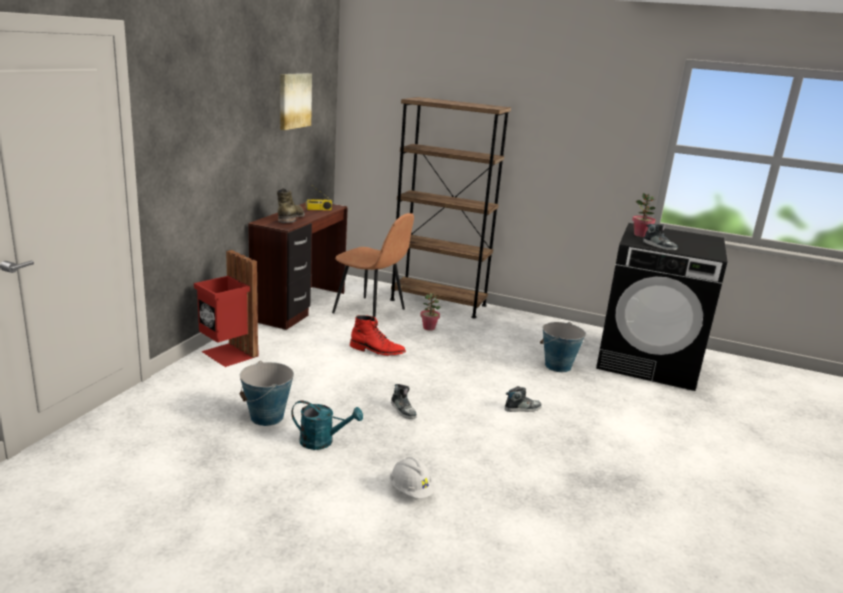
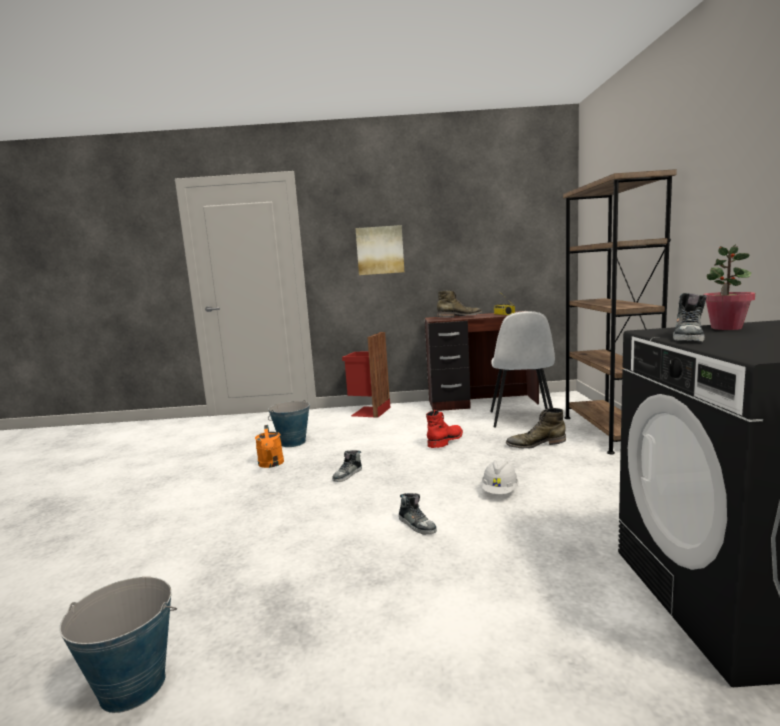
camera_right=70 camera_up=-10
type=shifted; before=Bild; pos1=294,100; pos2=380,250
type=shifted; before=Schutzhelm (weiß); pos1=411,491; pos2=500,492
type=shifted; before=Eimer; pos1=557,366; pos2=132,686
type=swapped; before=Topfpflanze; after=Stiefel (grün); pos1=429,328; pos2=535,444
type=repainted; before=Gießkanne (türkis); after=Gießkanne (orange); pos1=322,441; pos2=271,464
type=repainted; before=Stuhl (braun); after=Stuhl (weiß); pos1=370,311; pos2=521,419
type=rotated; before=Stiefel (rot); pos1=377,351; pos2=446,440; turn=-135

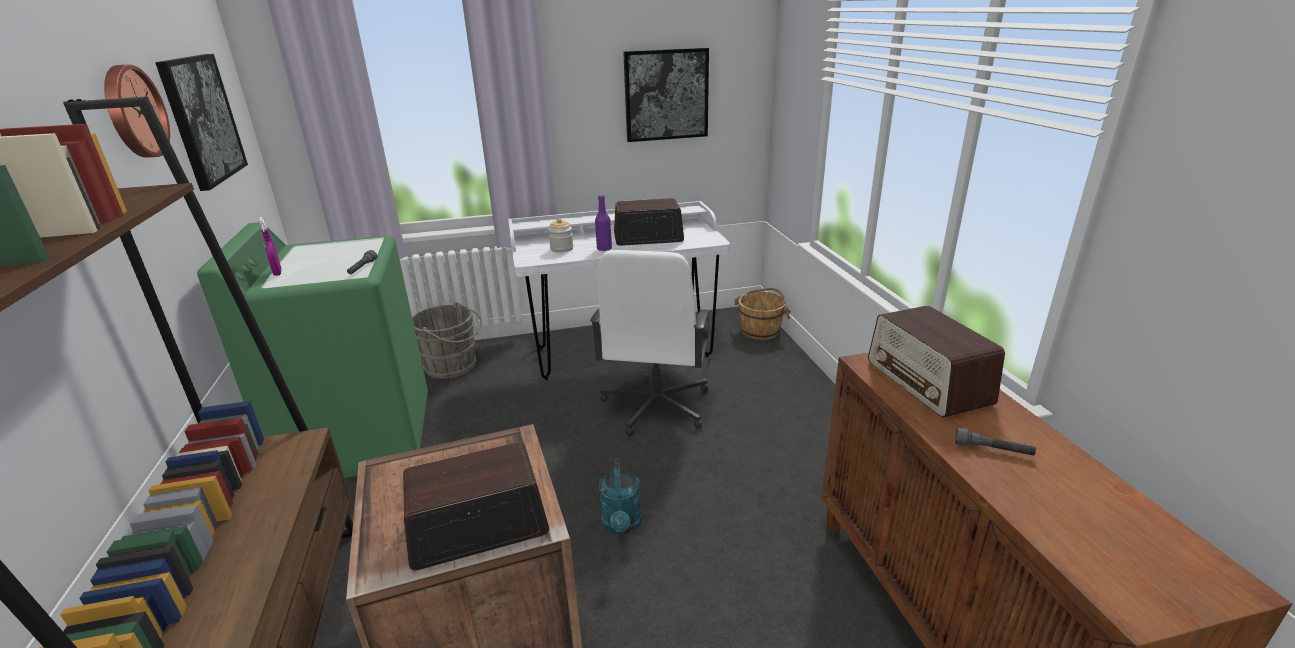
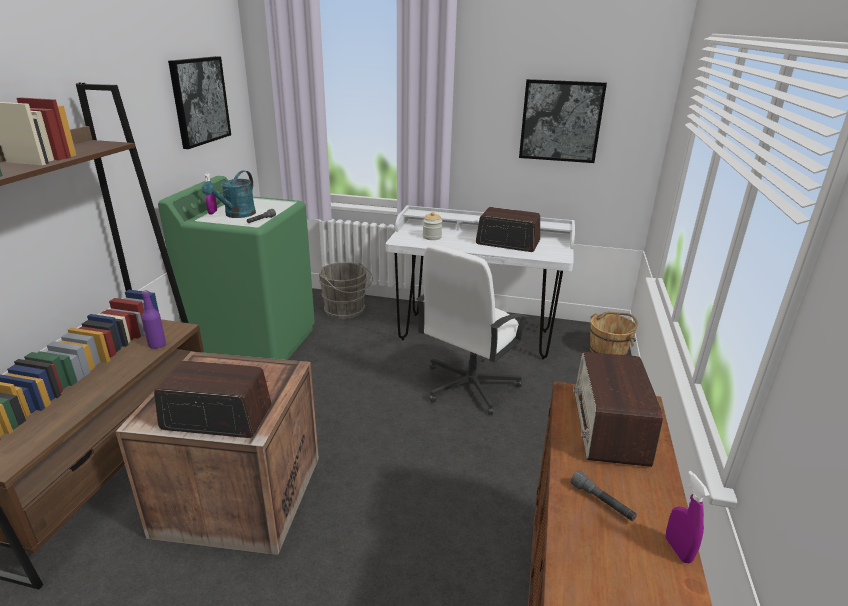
camera_right=25 camera_up=0
type=gone; before=Wanduhr; pos1=133,112
type=new; after=Sprühflasche (lila); pos2=678,550
type=shifted; before=Flasche (lila); pos1=604,249; pos2=157,345
type=shifted; before=Gießkanne (türkis); pos1=622,525; pos2=236,215

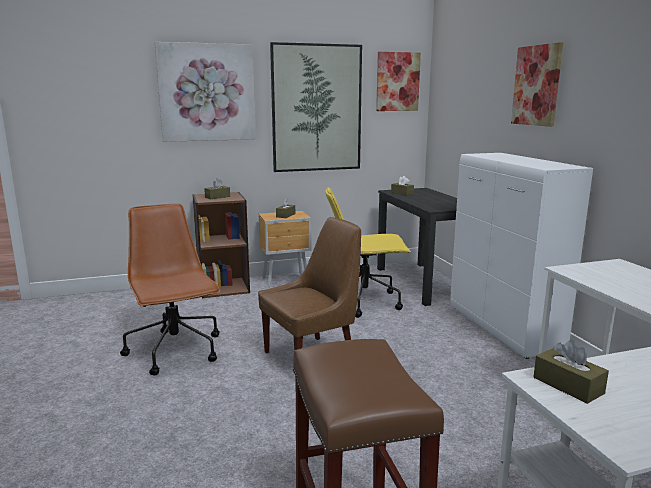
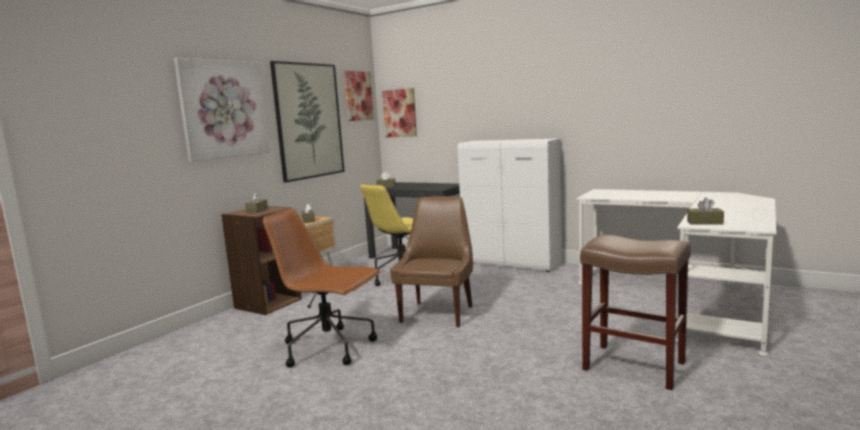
camera_right=-40 camera_up=-5
type=shifted; before=Bild; pos1=537,85; pos2=400,113

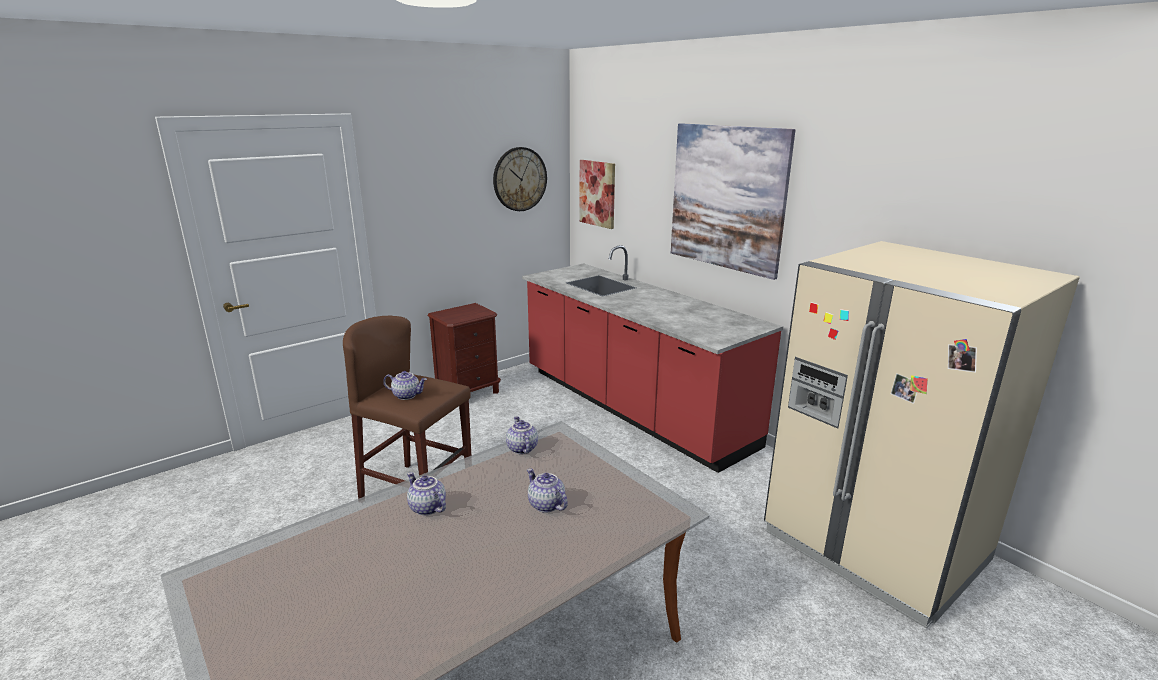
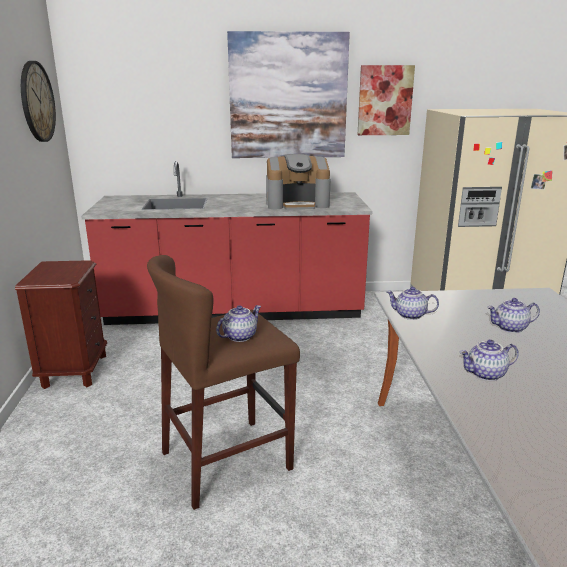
camera_right=-55 camera_up=0
type=new; after=Kaffeemaschine; pos2=297,204
type=shifted; before=Bild; pos1=597,193; pos2=385,100

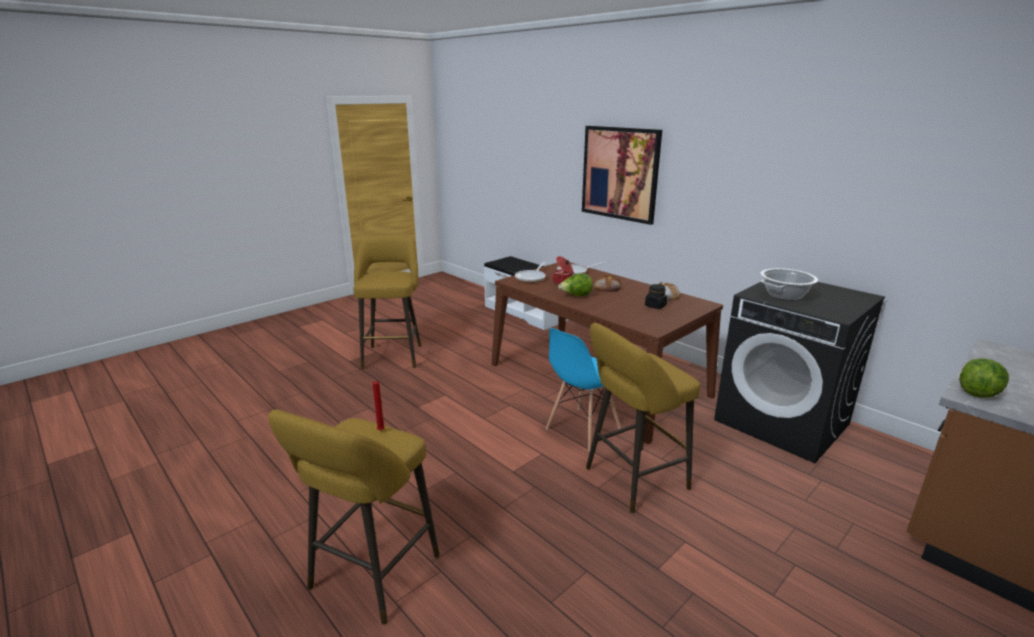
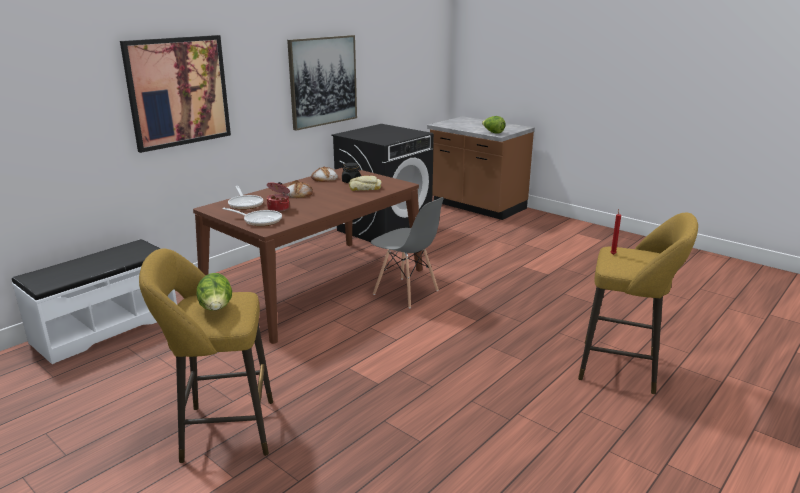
camera_right=-95 camera_up=0
type=gone; before=Hocker (gelb); pos1=631,480
type=gone; before=Kochtopf; pos1=784,295
type=new; after=Bild; pos2=323,81
type=new; after=Brot; pos2=365,188
type=shifted; before=Salatkopf; pos1=576,296; pos2=216,309
type=repainted; before=Stuhl (blau); after=Stuhl (grau); pos1=582,428; pos2=406,293

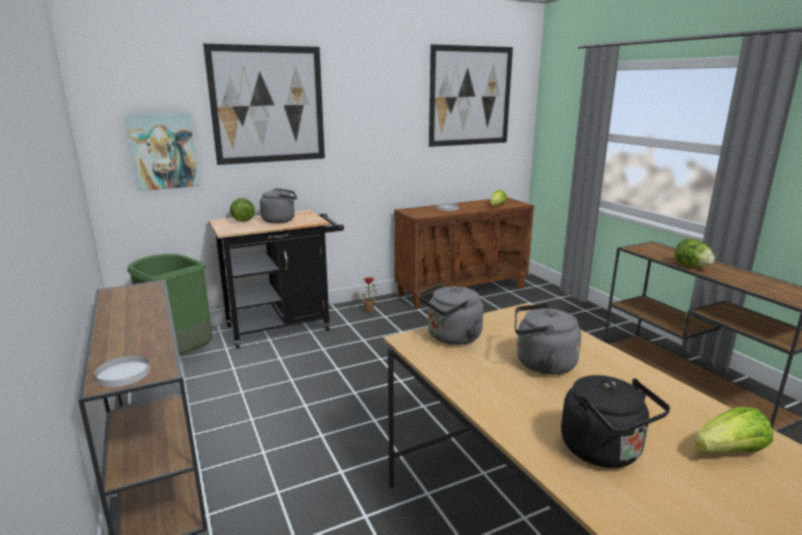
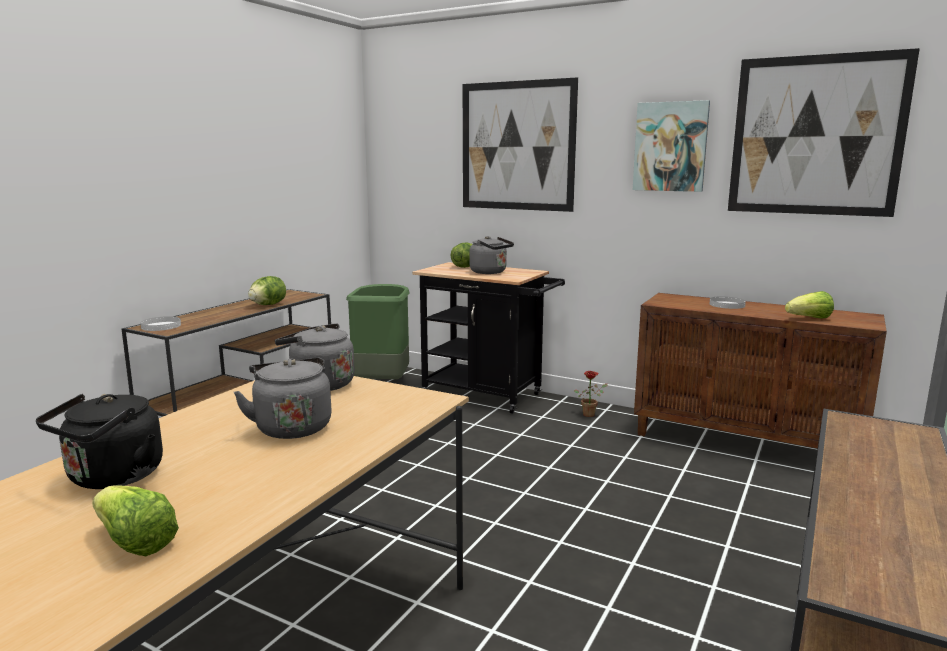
camera_right=55 camera_up=-5
type=shifted; before=Bild; pos1=163,151; pos2=670,147
type=shifted; before=Salatkopf; pos1=691,266; pos2=268,305

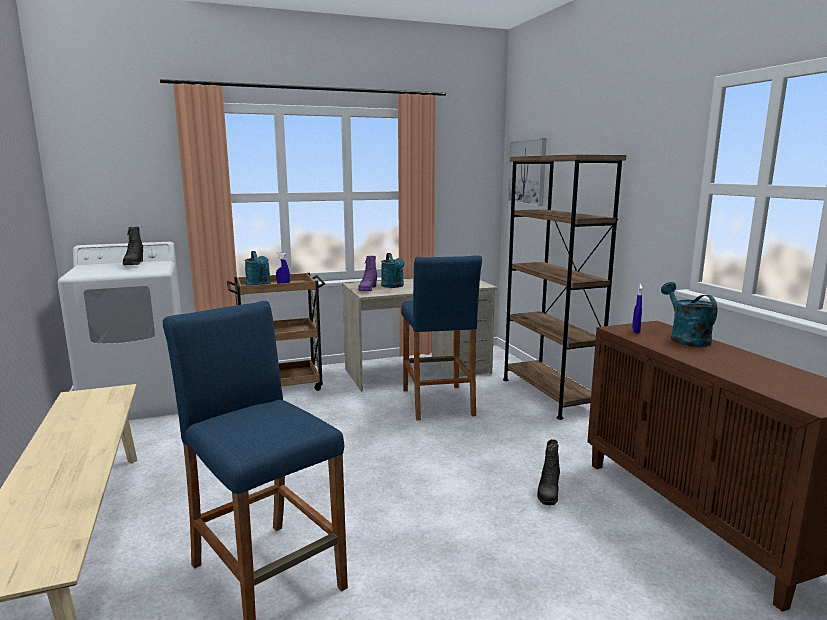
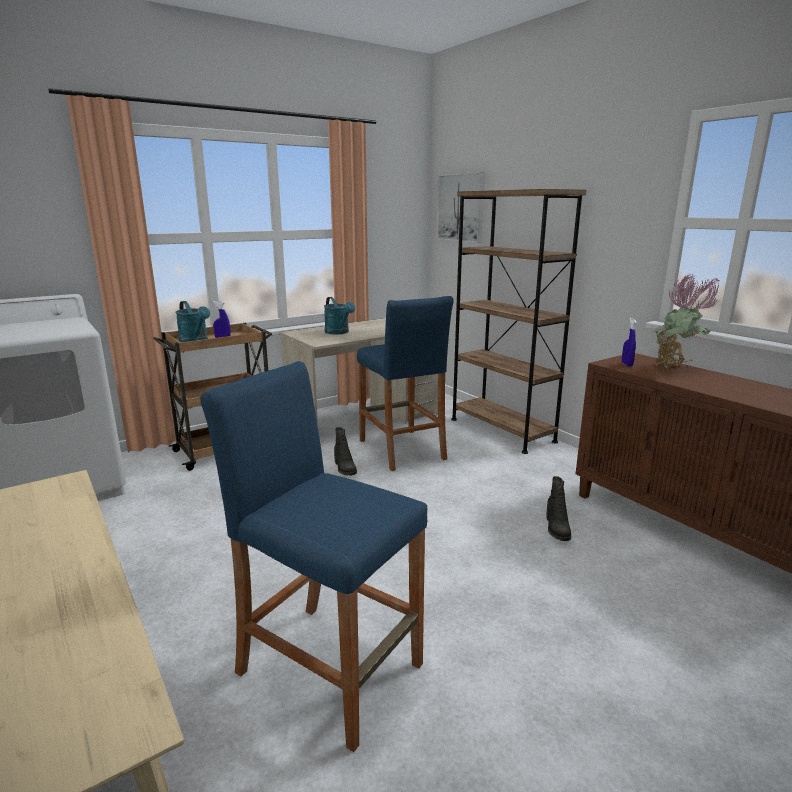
camera_right=-15 camera_up=5
type=gone; before=Stiefel (lila); pos1=367,289
type=shifted; before=Stiefel (schwarz); pos1=133,264; pos2=344,468
type=swapped; before=Gießkanne (türkis); after=Topfpflanze; pos1=685,338; pos2=675,368

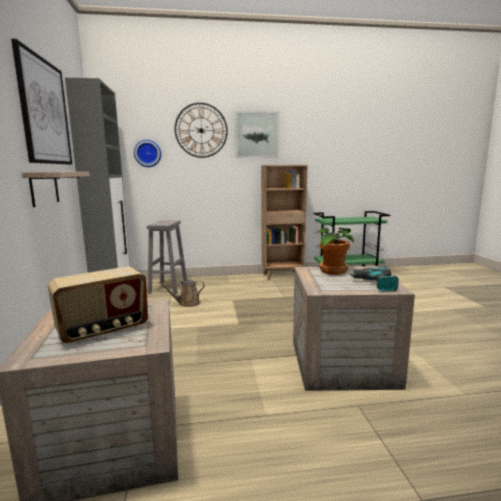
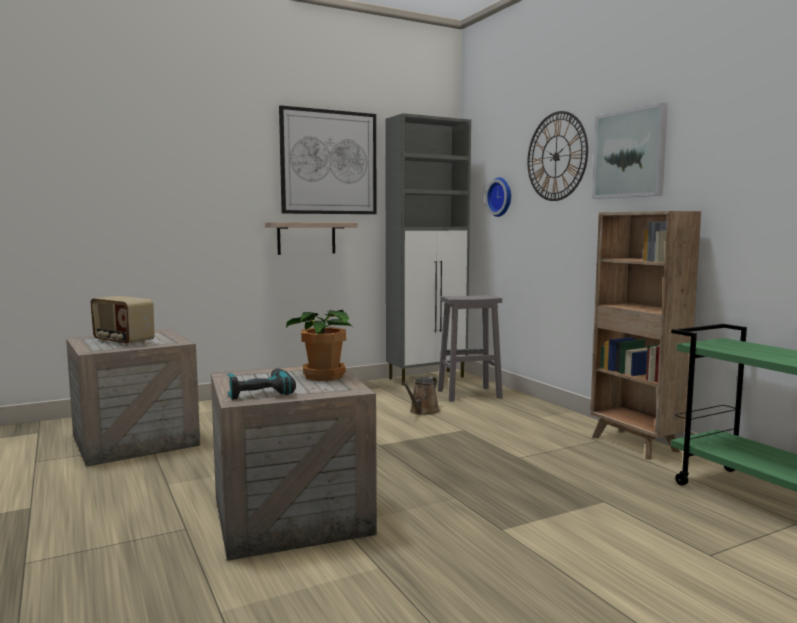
camera_right=70 camera_up=-5
type=rotated; before=Gießkanne (braun); pos1=187,303; pos2=422,411; turn=-105

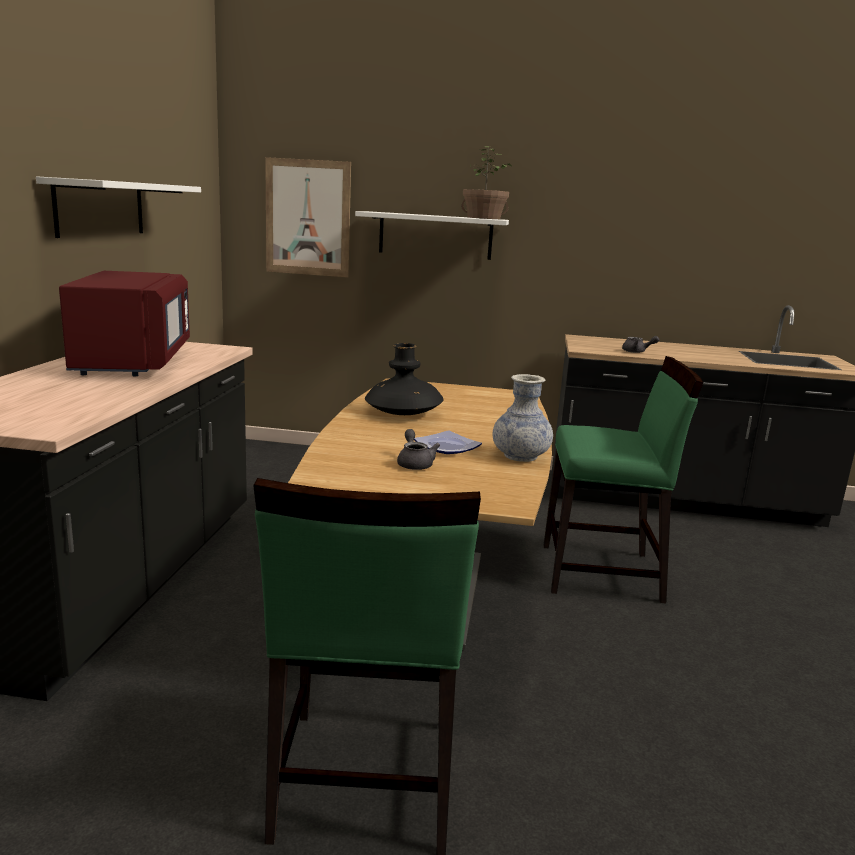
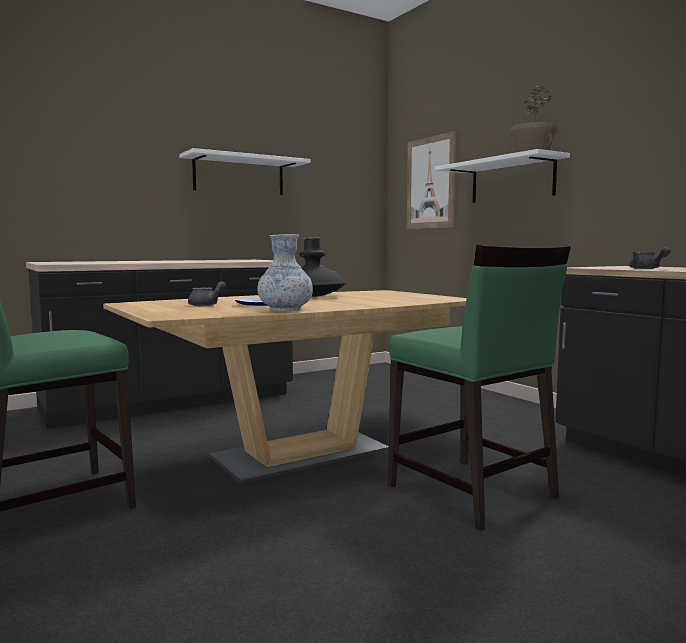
camera_right=50 camera_up=-10
type=gone; before=Mikrowelle (rot); pos1=132,362

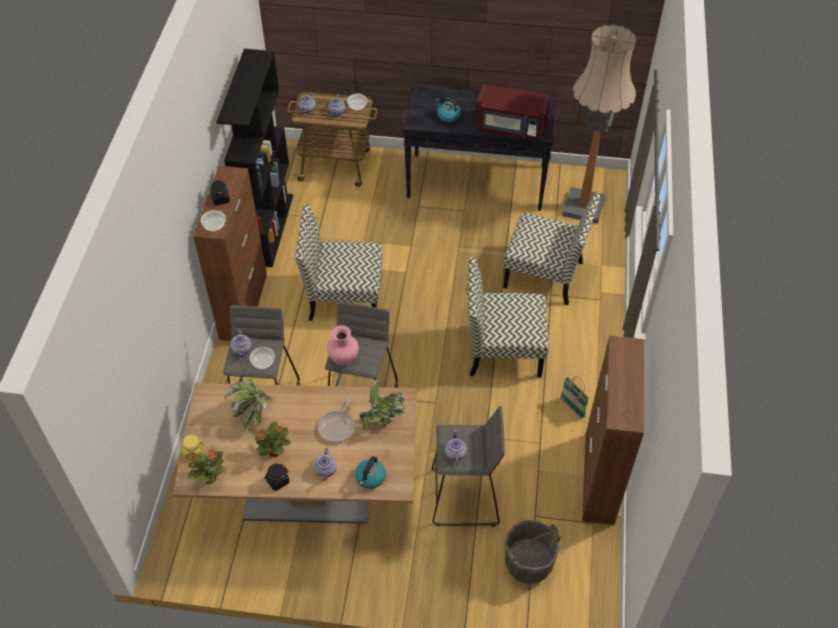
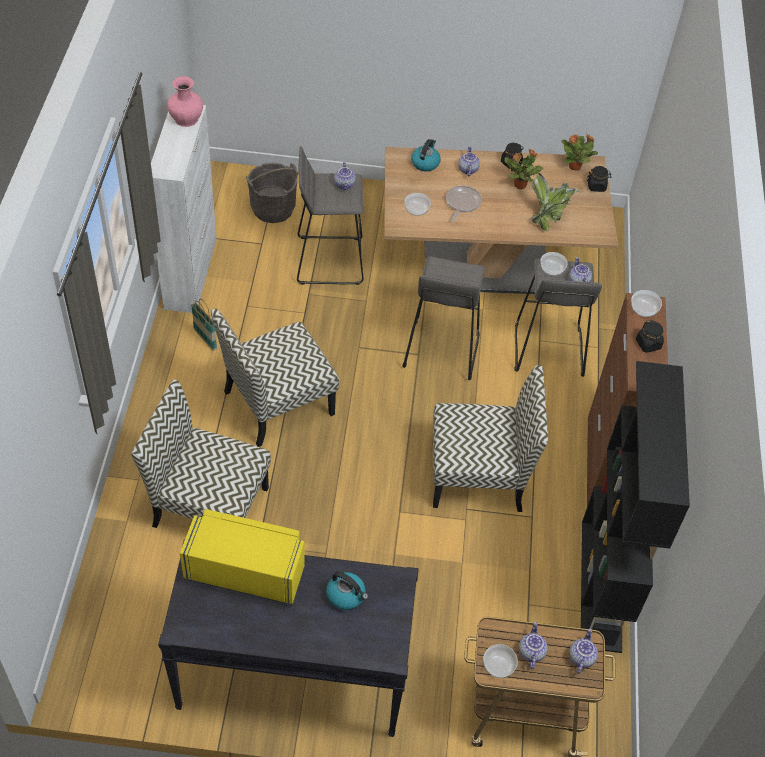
camera_right=175 camera_up=0
type=gone; before=Stehlampe; pos1=583,207
type=shifted; before=Vase (rosa); pos1=343,357; pos2=186,119
type=swapped; before=Topfpflanze; after=Schüssel; pos1=383,418; pos2=417,209
type=repainted; before=Vorratsglas (gelb); after=Vorratsglas (schwarz); pos1=194,452; pos2=596,186
type=repainted; before=Mikrowelle (rot); after=Mikrowelle (gelb); pos1=510,127; pos2=245,571
type=repainted; before=Schrank (braun); after=Schrank (weiß); pos1=599,478; pos2=191,273
type=rotated; before=Stuhl; pos1=502,350; pos2=277,404; turn=150

